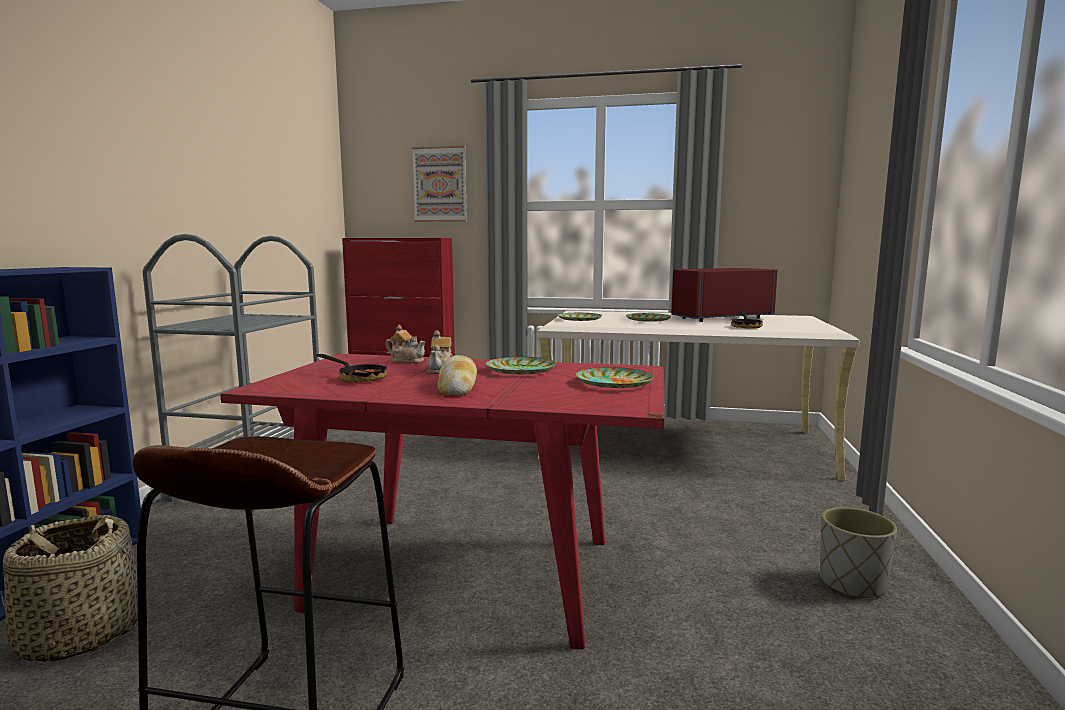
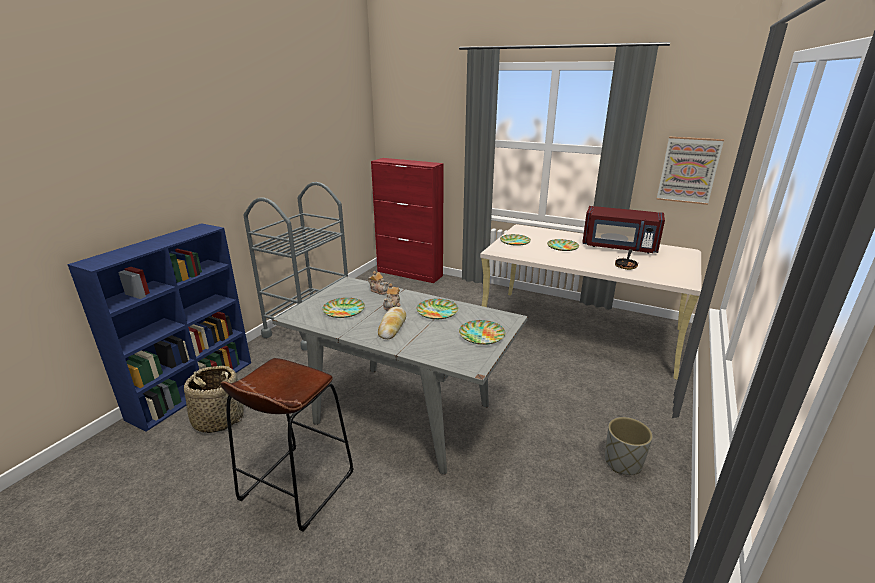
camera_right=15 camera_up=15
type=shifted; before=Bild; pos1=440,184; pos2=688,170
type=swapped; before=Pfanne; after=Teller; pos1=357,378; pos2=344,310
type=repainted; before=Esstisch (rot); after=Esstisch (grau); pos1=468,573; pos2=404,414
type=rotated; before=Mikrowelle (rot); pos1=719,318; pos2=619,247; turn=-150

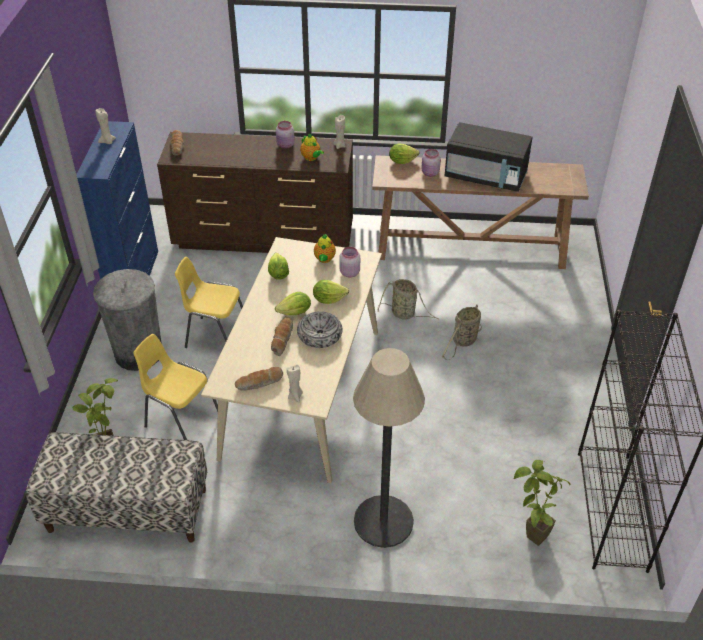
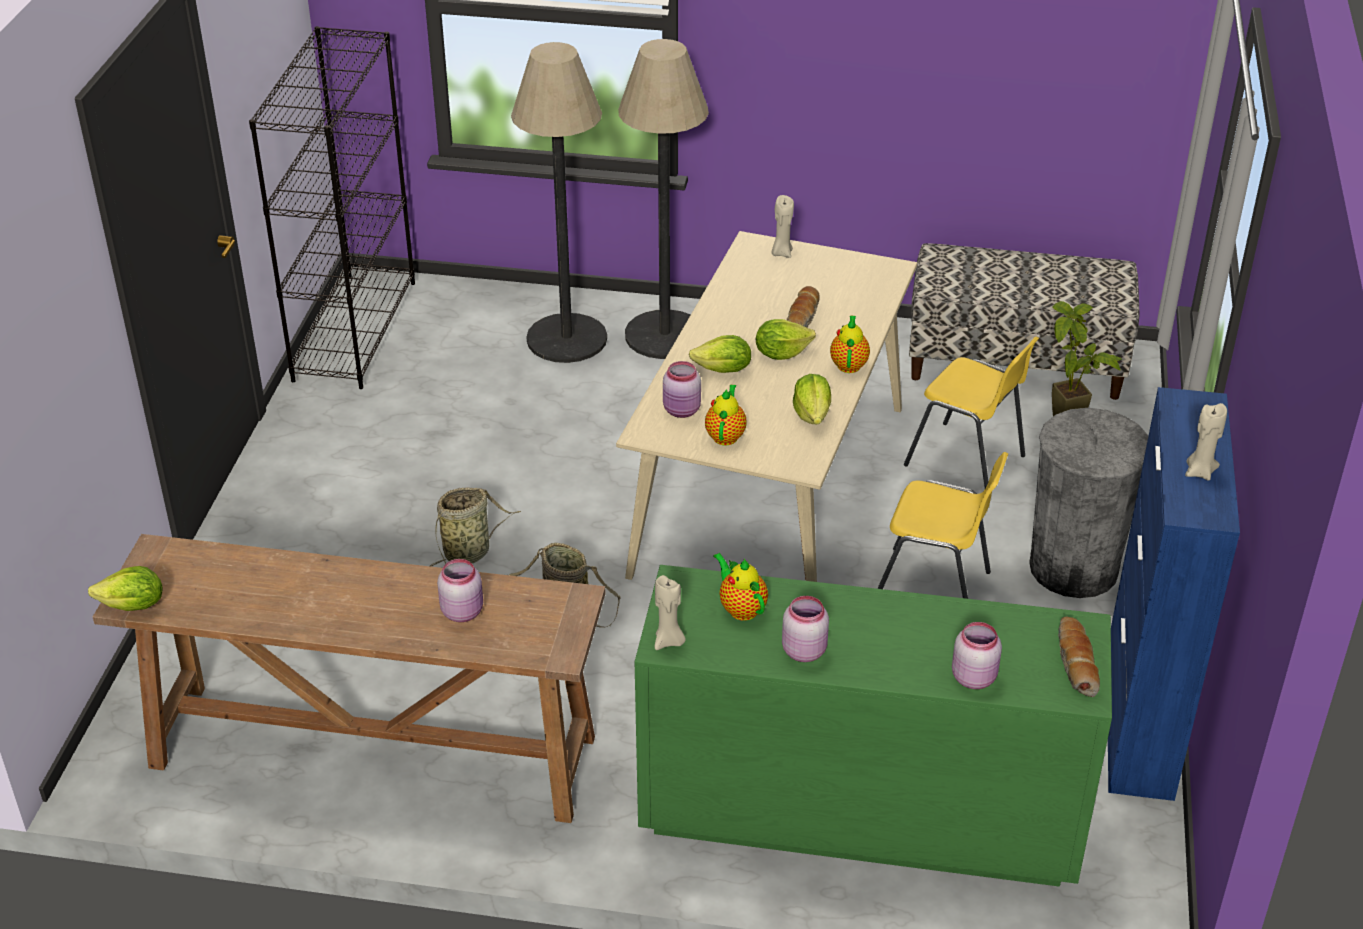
camera_right=-175 camera_up=-5
type=gone; before=Brot; pos1=259,383
type=gone; before=Schüssel; pos1=319,335
type=gone; before=Mikrowelle (schwarz); pos1=486,177
type=gone; before=Topfpflanze; pos1=530,540
type=new; after=Stehlampe; pos2=567,339
type=new; after=Teekanne; pos2=849,364
type=new; after=Vorratsglas (rosa); pos2=974,677
type=shifted; before=Salatkopf; pos1=402,161; pos2=133,606
type=repainted; before=Kommode (braun); after=Kommode (grün); pos1=264,238; pos2=857,815

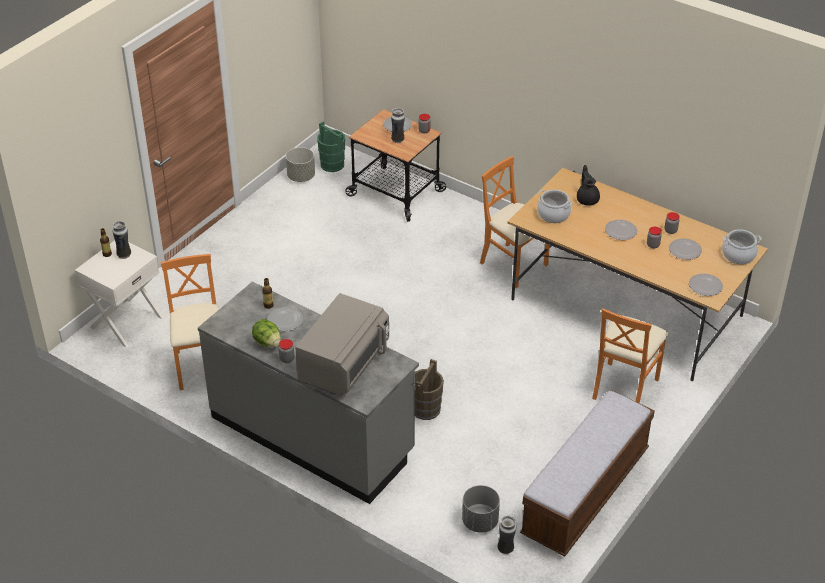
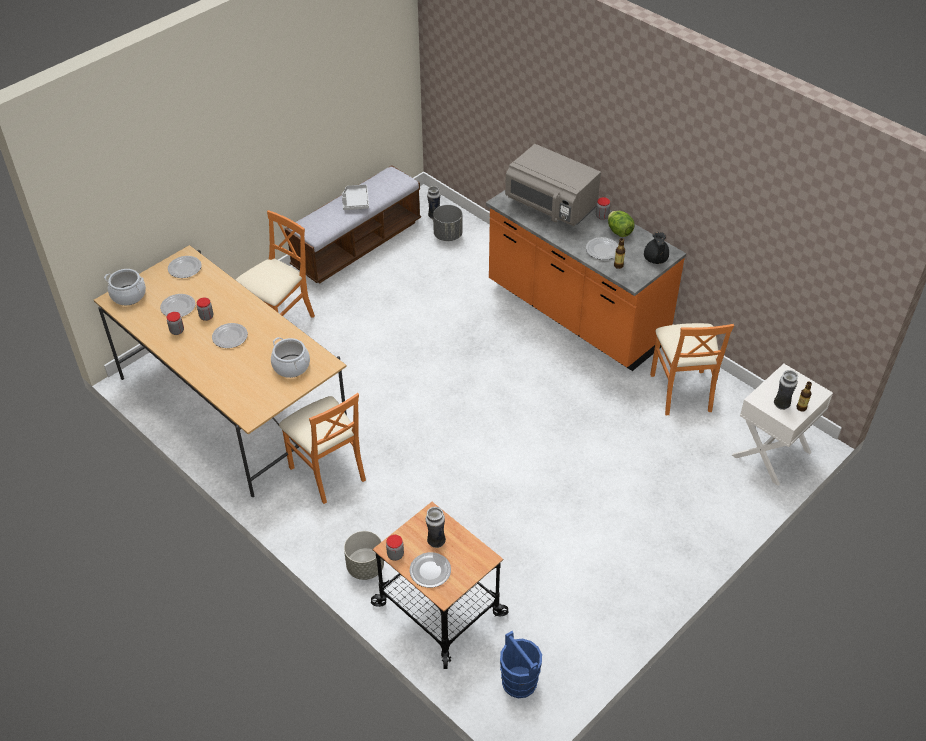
camera_right=-170 camera_up=5
type=gone; before=Eimer (braun); pos1=425,409
type=new; after=Tablett (grau); pos2=355,201
type=shifted; before=Pflanzkübel (grau); pos1=301,176; pos2=365,567
type=shifted; before=Teekanne (schwarz); pos1=587,199; pos2=655,259
type=repainted; before=Küchenzeile (grau); after=Küchenzeile (orange); pos1=313,434; pos2=575,314
type=repainted; before=Eimer (grün); after=Eimer (blau); pos1=332,164; pos2=519,682
type=rotated; before=Mikrowelle (grau); pos1=344,365; pos2=551,206; turn=-90

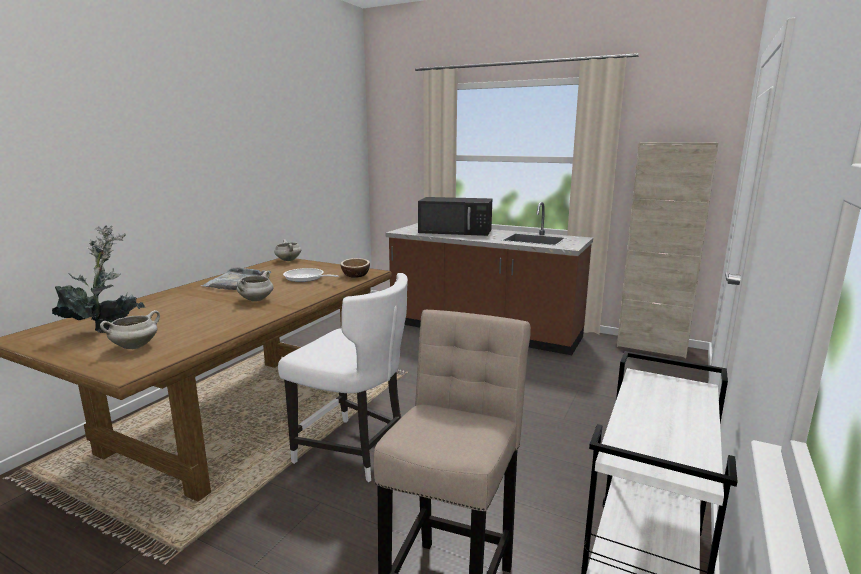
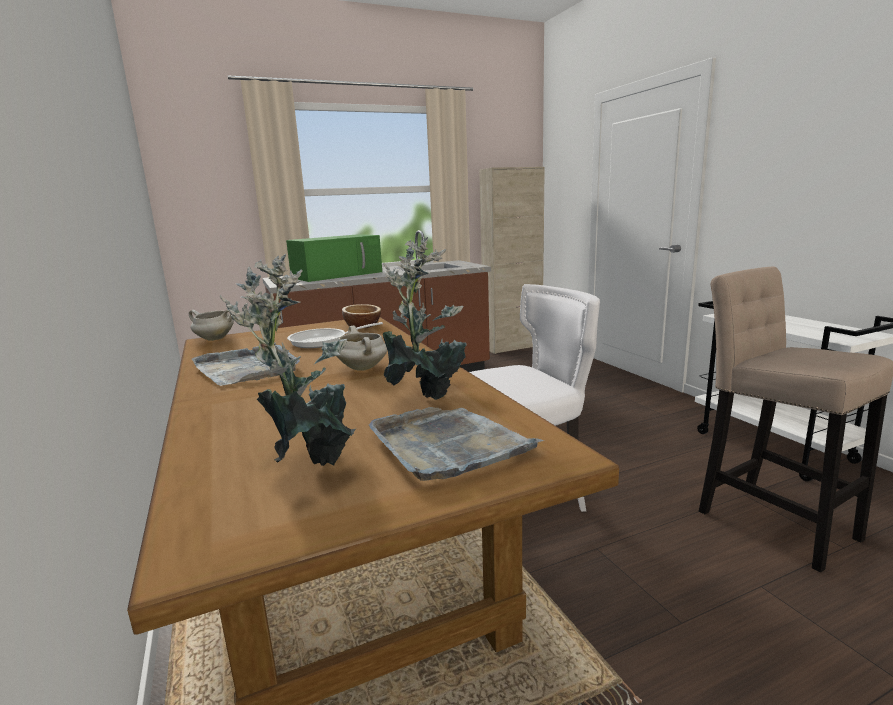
camera_right=-50 camera_up=0
type=new; after=Topfpflanze; pos2=426,394
type=swapped; before=Kochtopf (weiß); after=Tablett (grau); pos1=135,346; pos2=448,445
type=repainted; before=Mikrowelle (schwarz); after=Mikrowelle (grün); pos1=456,231; pos2=338,274

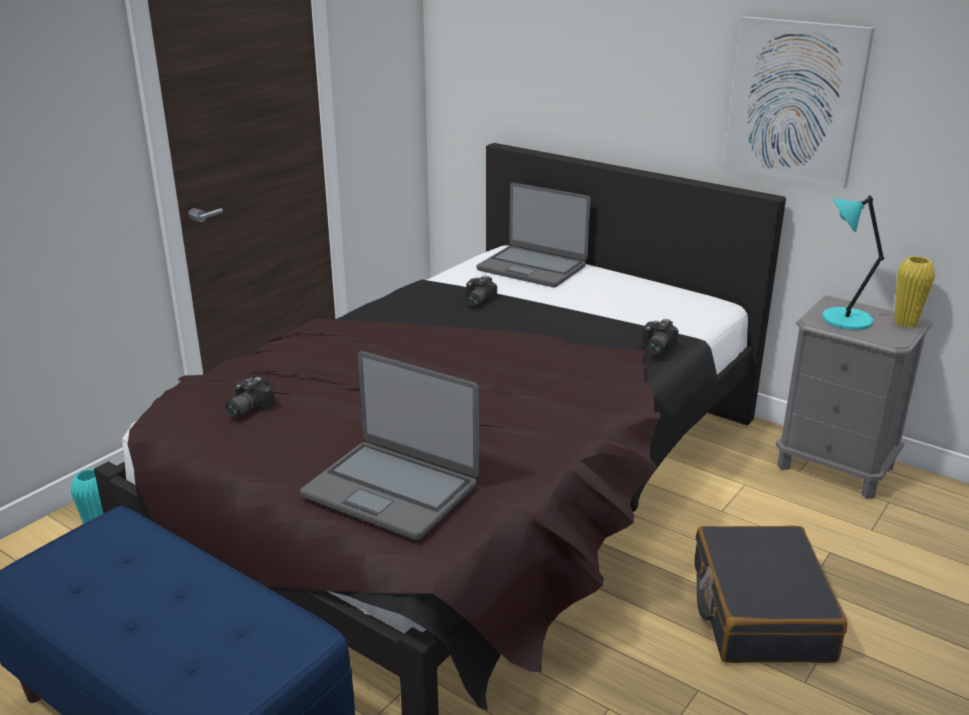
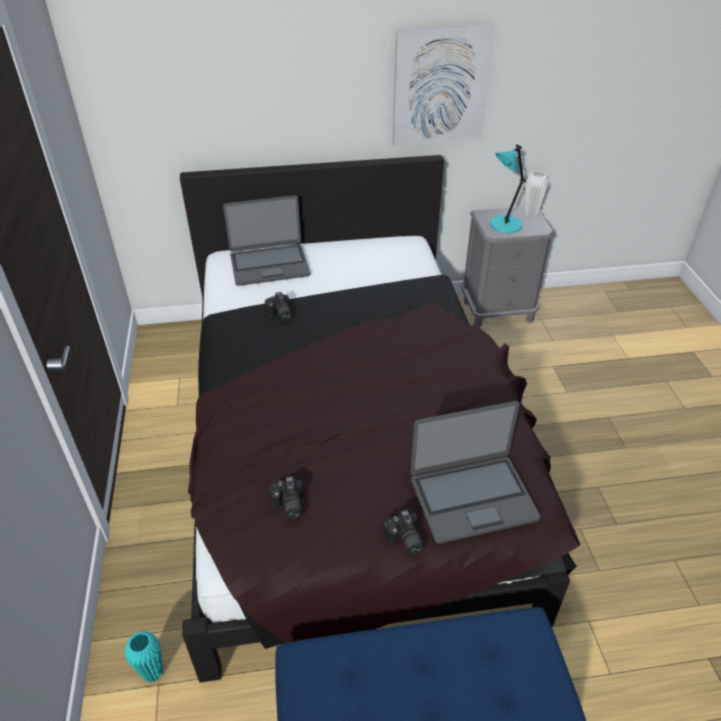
camera_right=-45 camera_up=15
type=gone; before=Koffer (schwarz); pos1=759,611
type=shifted; before=Kamera; pos1=655,347; pos2=404,540
type=repainted; before=Vase (gelb); after=Vase (weiß); pos1=905,323; pos2=531,214

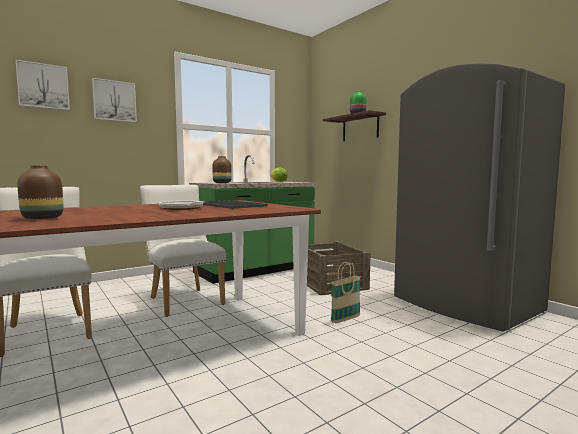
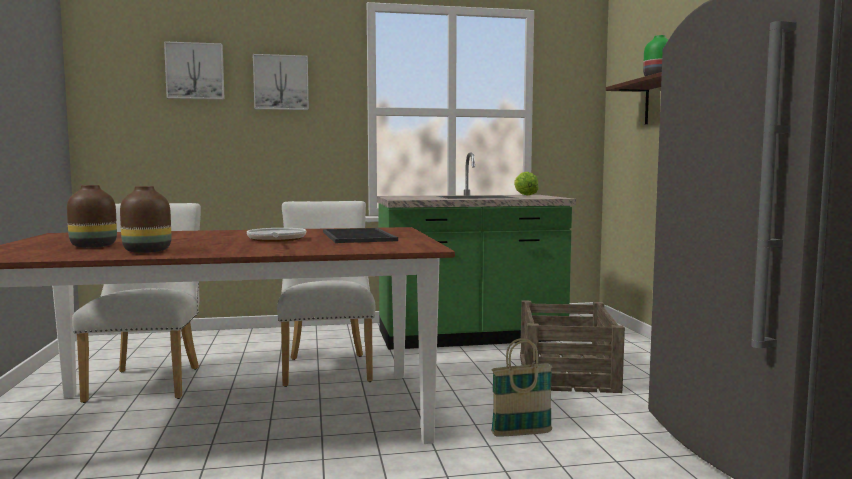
camera_right=25 camera_up=0
type=shifted; before=Vase (braun); pos1=222,183; pos2=148,251

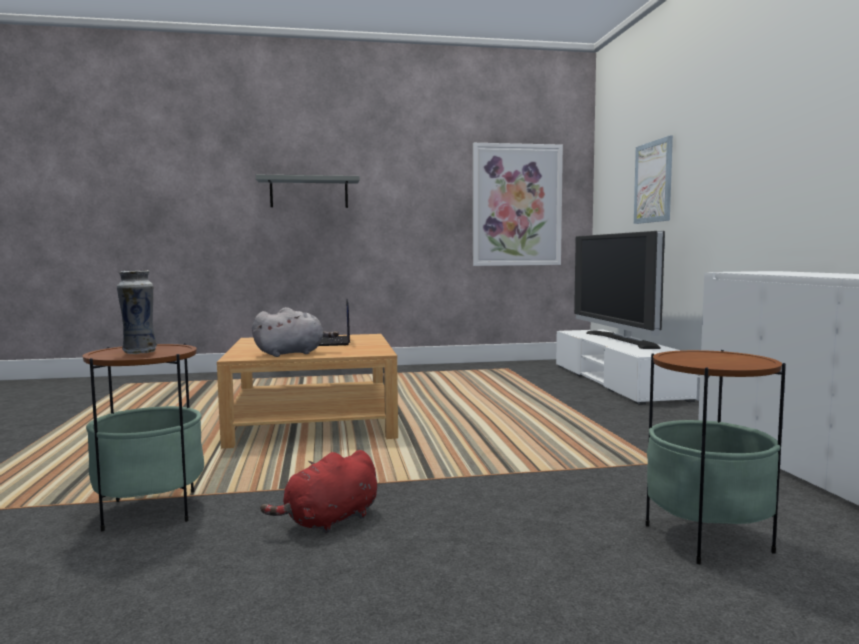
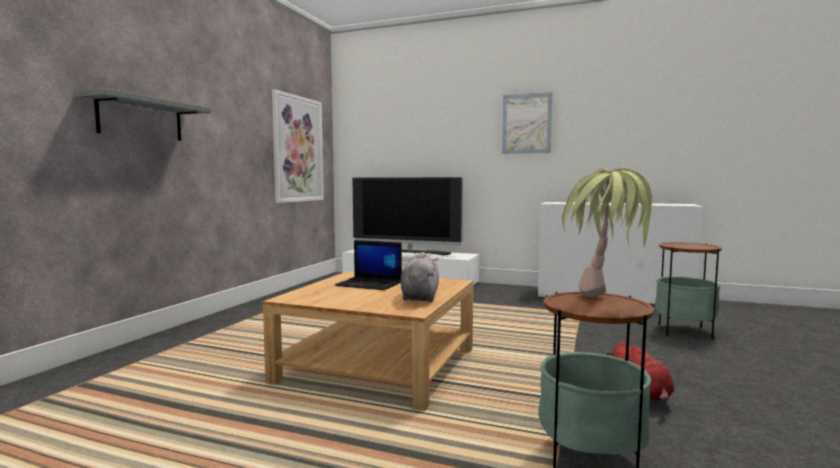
camera_right=-60 camera_up=0
type=shifted; before=Bild; pos1=653,182; pos2=526,123
type=swapped; before=Vase; after=Topfpflanze; pos1=139,352; pos2=605,303

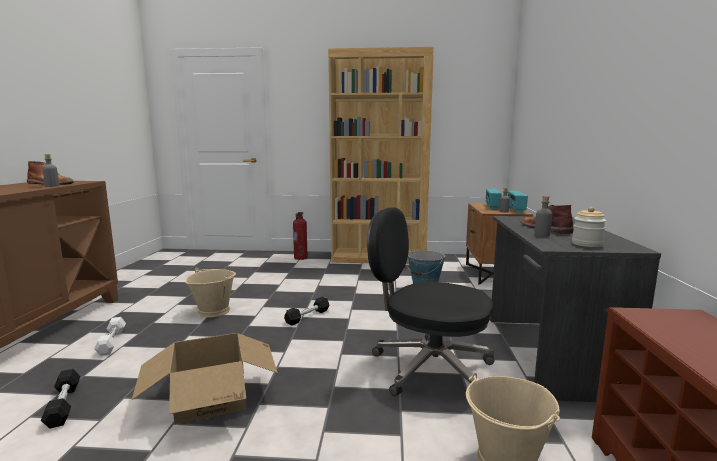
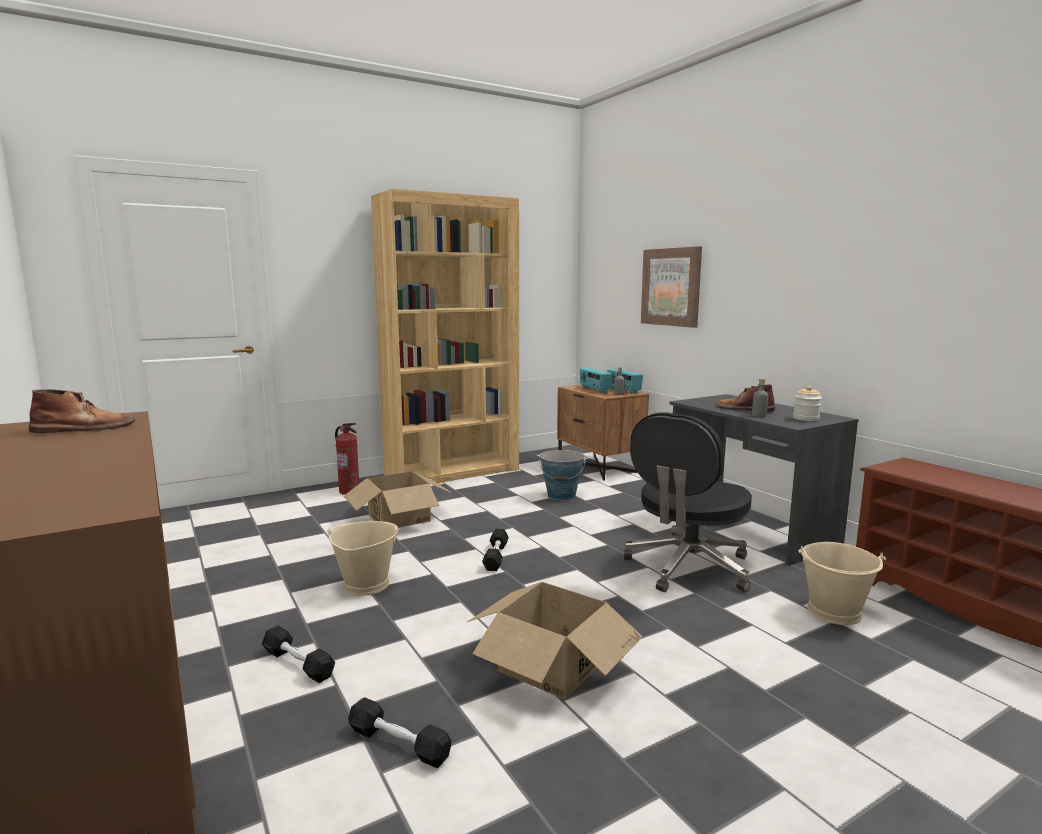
camera_right=-35 camera_up=0
type=gone; before=Flasche (grau); pos1=52,186
type=new; after=Karton; pos2=399,517
type=new; after=Bild; pos2=671,287
type=repainted; before=Hantel (weiß); after=Hantel (schwarz); pos1=112,342; pos2=298,664
type=rotated; before=Bürostuhl (schwarz); pos1=429,368; pos2=687,568; turn=-45

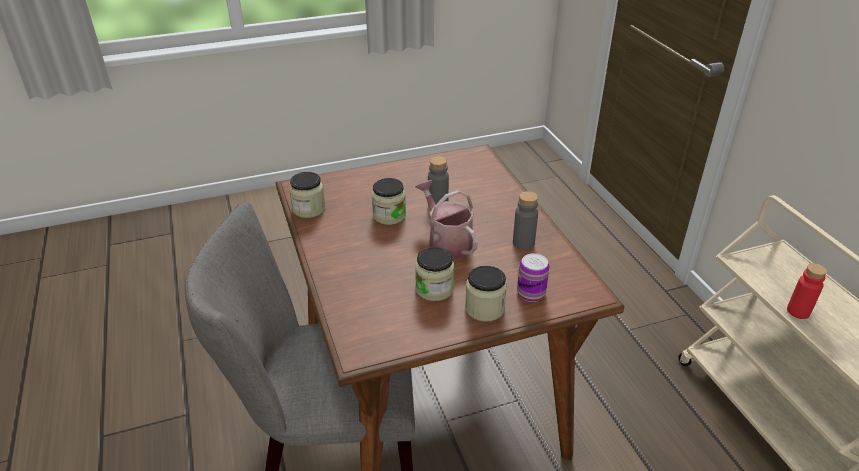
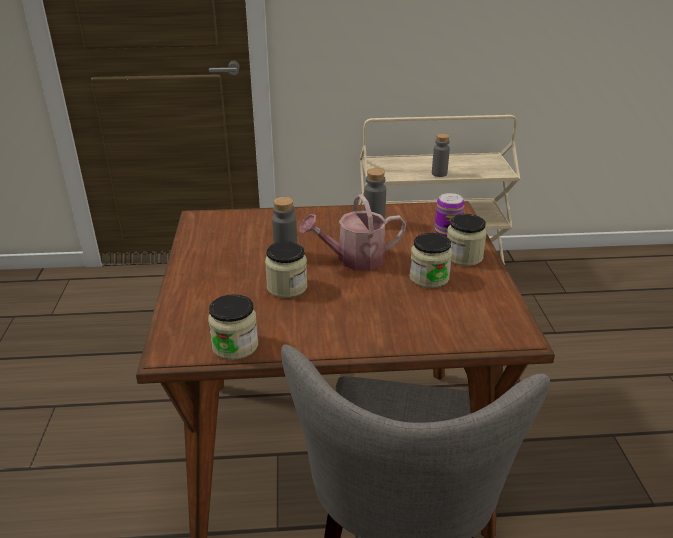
camera_right=-75 camera_up=-5
type=repainted; before=Flasche (rot); after=Flasche (grau); pos1=798,311; pos2=439,173

